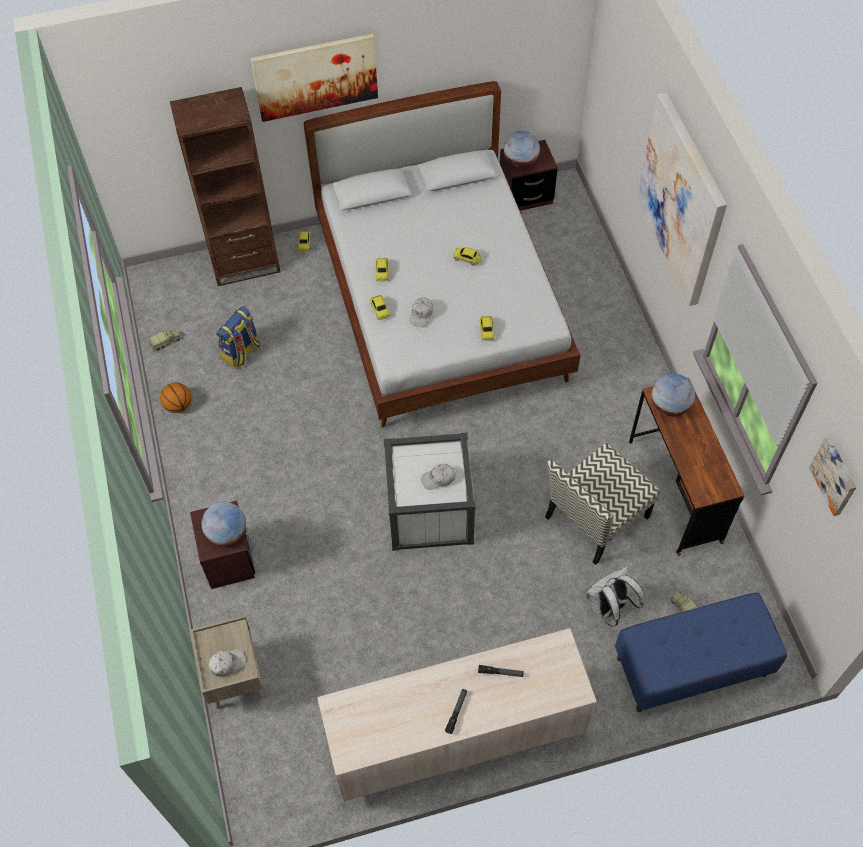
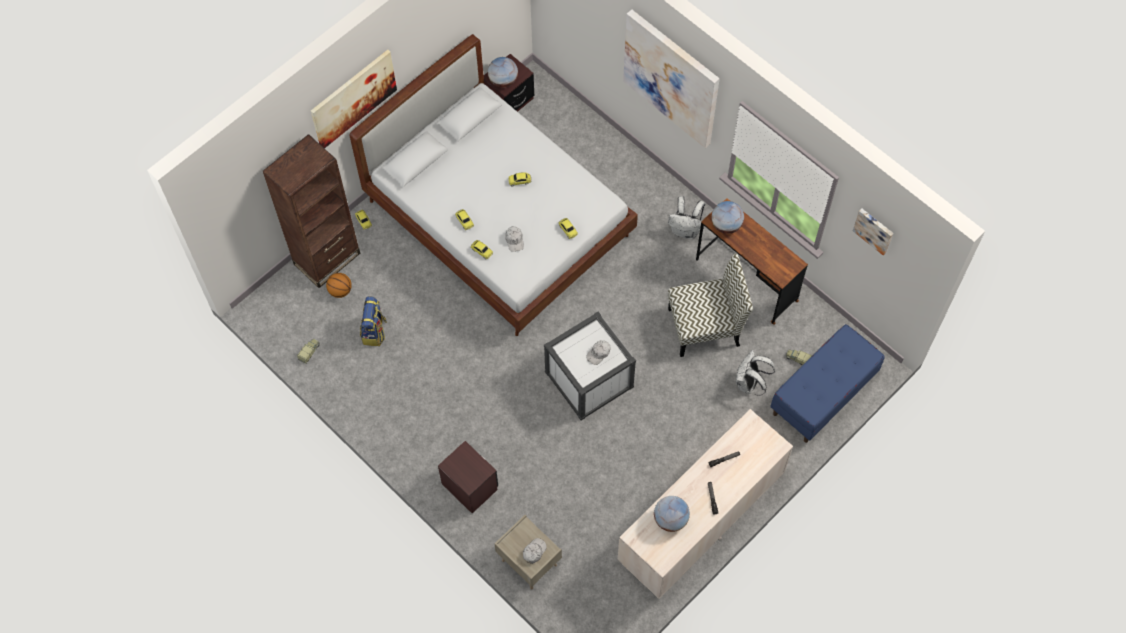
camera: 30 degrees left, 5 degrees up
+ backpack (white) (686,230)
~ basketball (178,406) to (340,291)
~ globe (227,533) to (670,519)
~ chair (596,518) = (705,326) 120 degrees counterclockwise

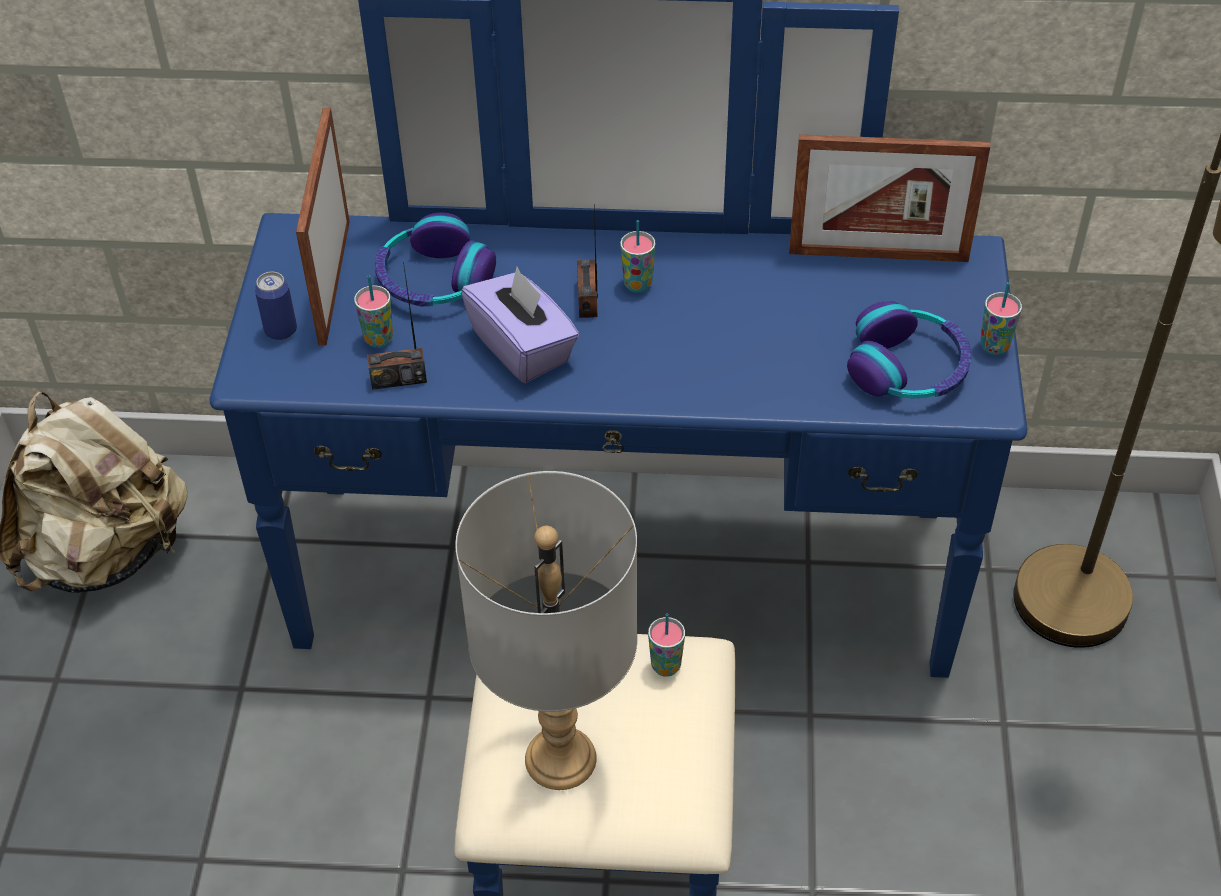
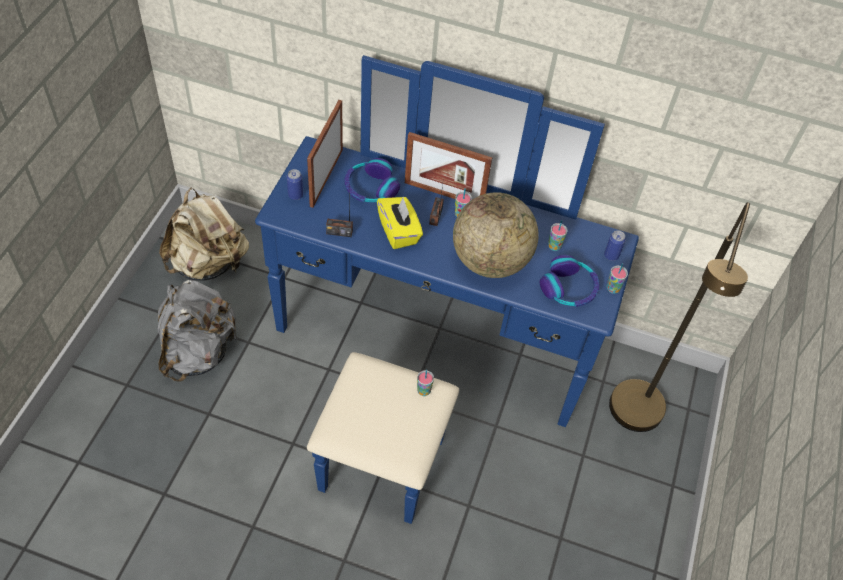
camera: 10 degrees right, 5 degrees up
- table lamp (grey) (561,759)
+ backpack (grey) (198,352)
+ globe (490,261)
+ can (611,255)
~ cup (378,339) to (554,246)
~ picture frame (878,255) to (444,194)
~ tissue box (purple) (523,348) to tissue box (yellow) (399,232)

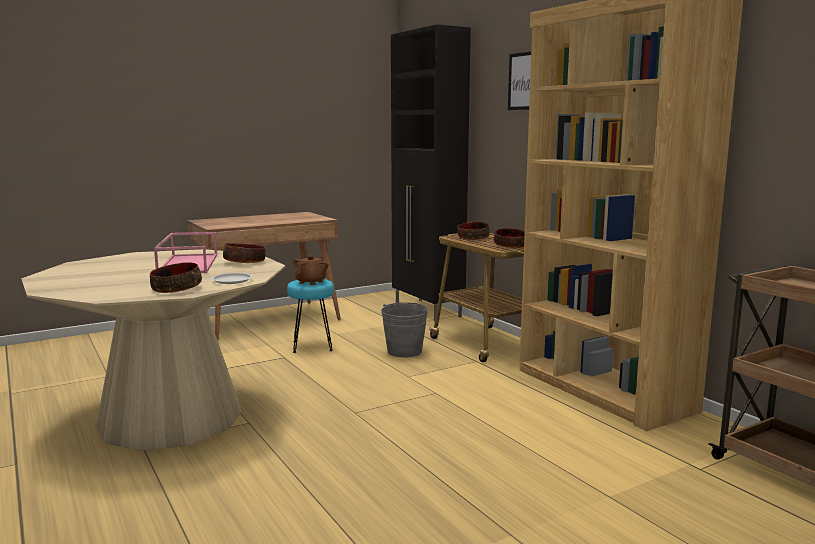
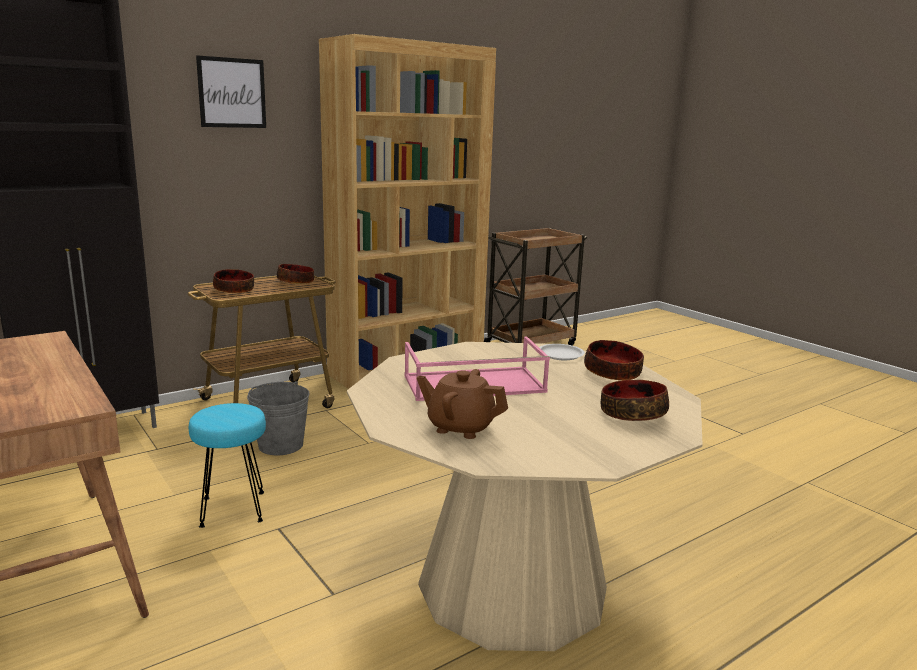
camera: 95 degrees left, 5 degrees up
~ bowl (245,262) to (633,413)
~ teapot (brown) (311,282) to (460,427)

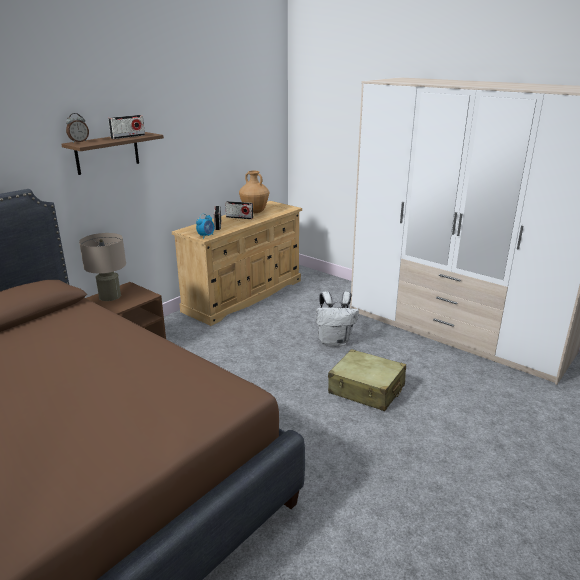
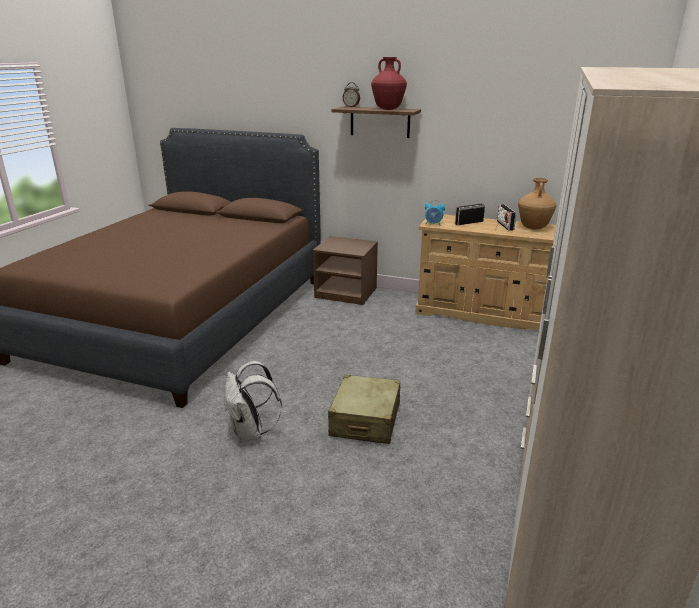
camera: 70 degrees right, 0 degrees up
- table lamp (beige) (109,296)
~ backpack (white) (334,341) to (250,433)
~ radio (128,136) to vase (red) (388,109)

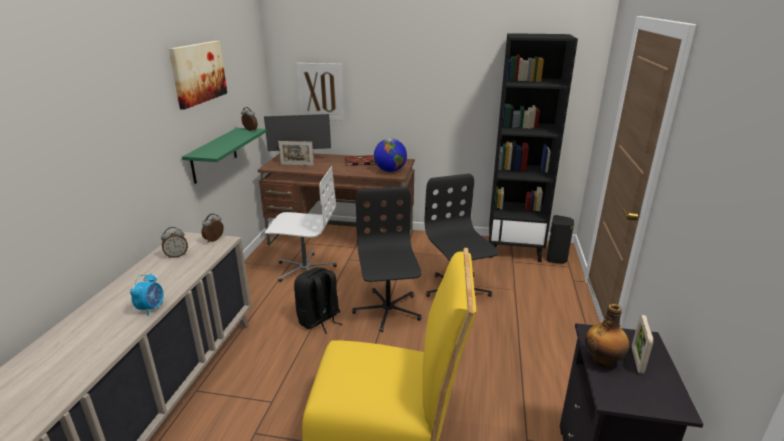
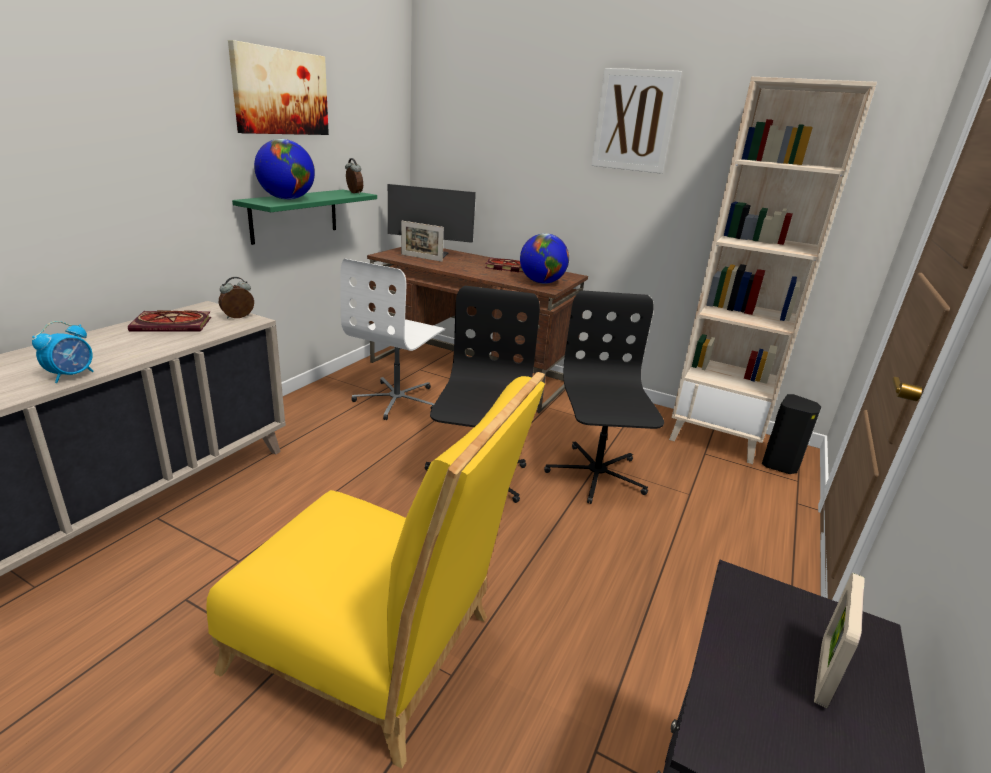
camera: 15 degrees right, 0 degrees up
- backpack (black) (319,320)
- bottle (603,360)
+ globe (287,199)
~ picture (320,92) to (634,121)
~ alarm clock (177,255) to book (174,324)
~ bookcase (black) (514,249) to bookcase (beige) (715,437)
~ office chair (white) (305,269) = (397,400) 90 degrees clockwise

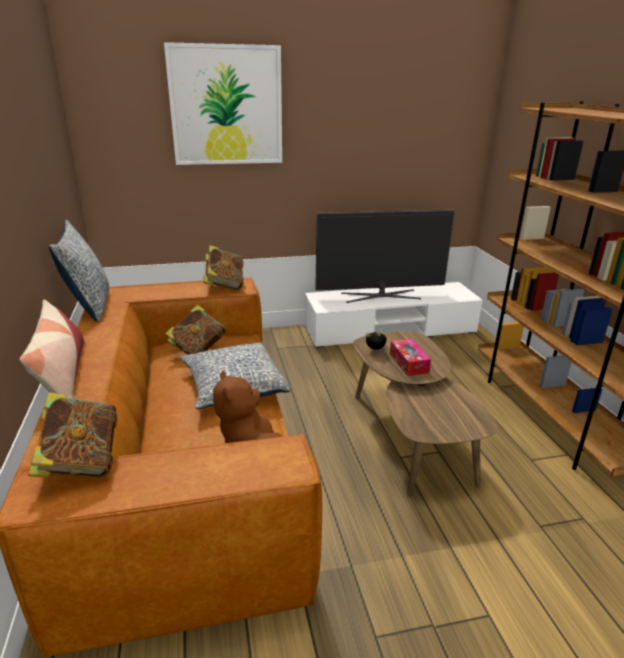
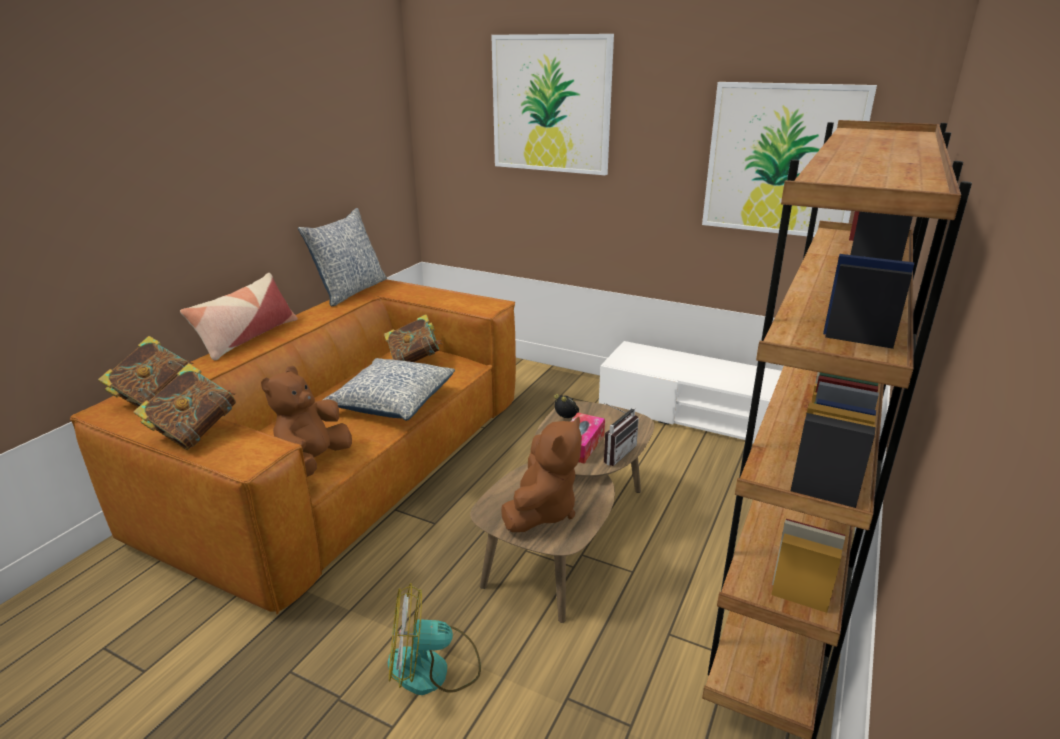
camera: 40 degrees right, 0 degrees up
- television (381,296)
+ fan (433,669)
+ plush toy (brown) (542,511)
+ radio (615,452)
+ picture (782,160)
~ book (224,285) to (195,433)

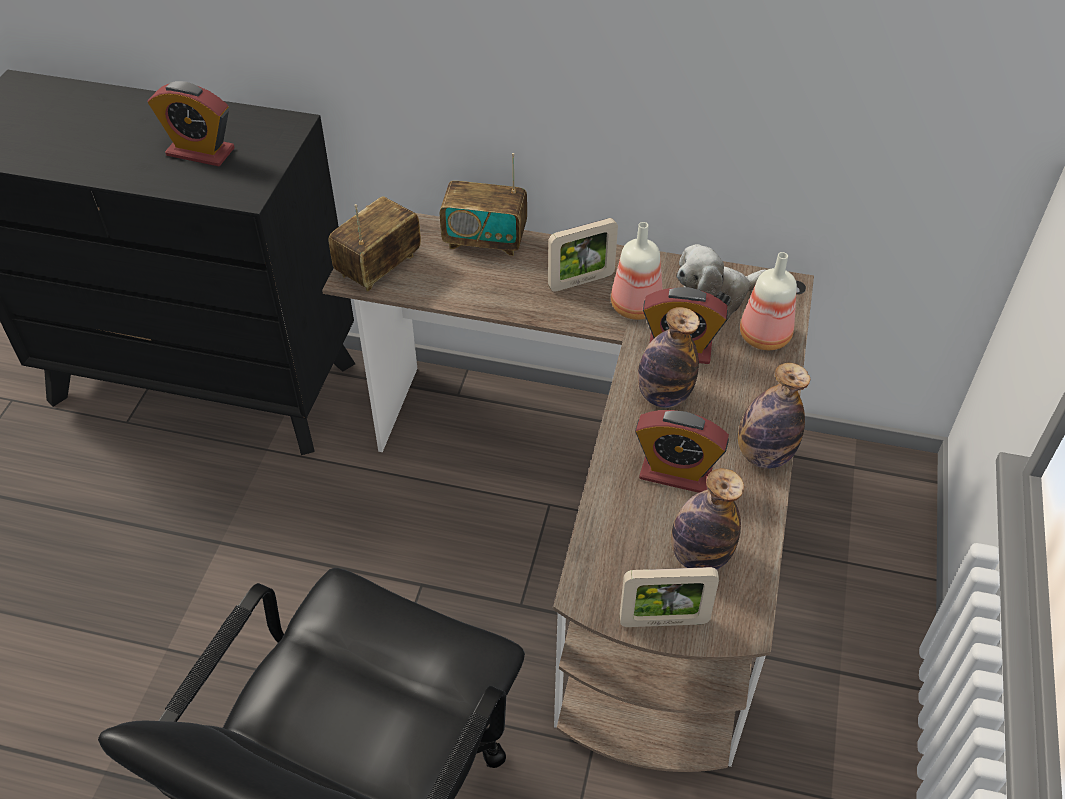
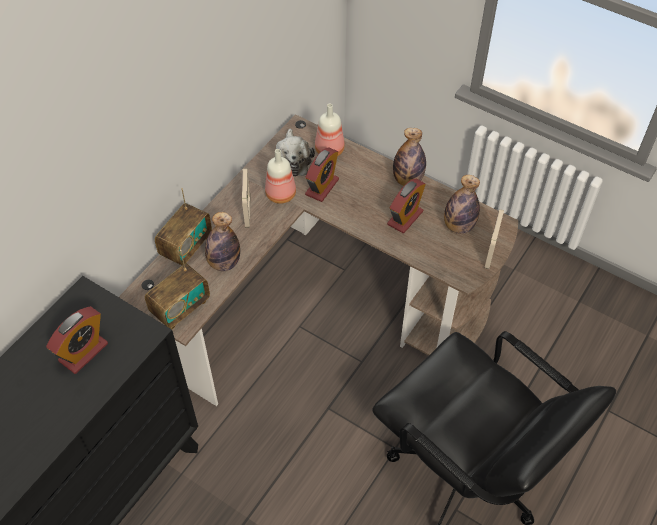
camera: 70 degrees left, 5 degrees up
~ bottle (663,396) to (224,263)
~ radio (379,267) = (180,308) 105 degrees counterclockwise

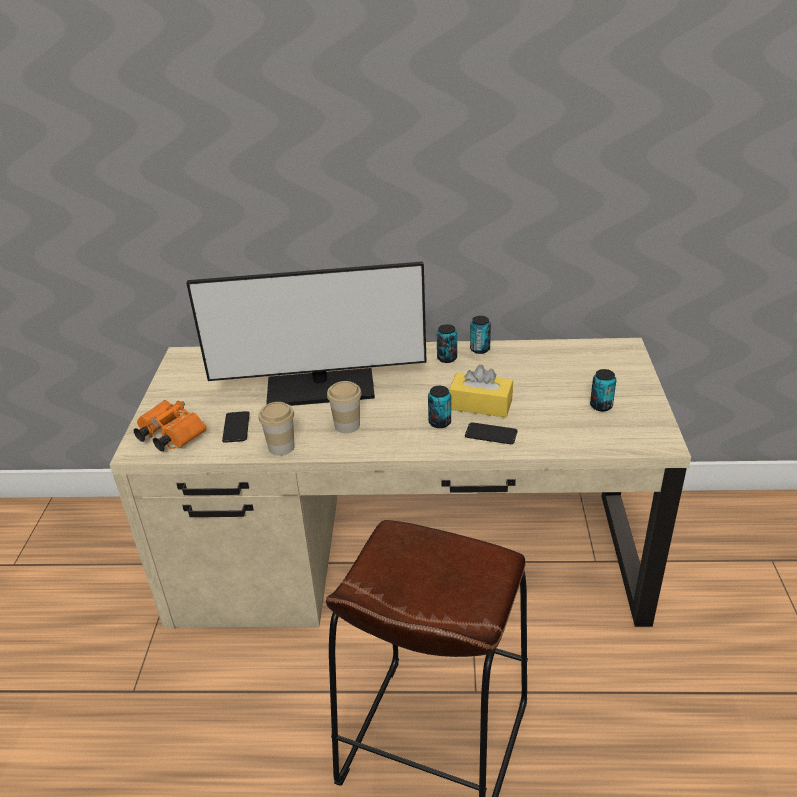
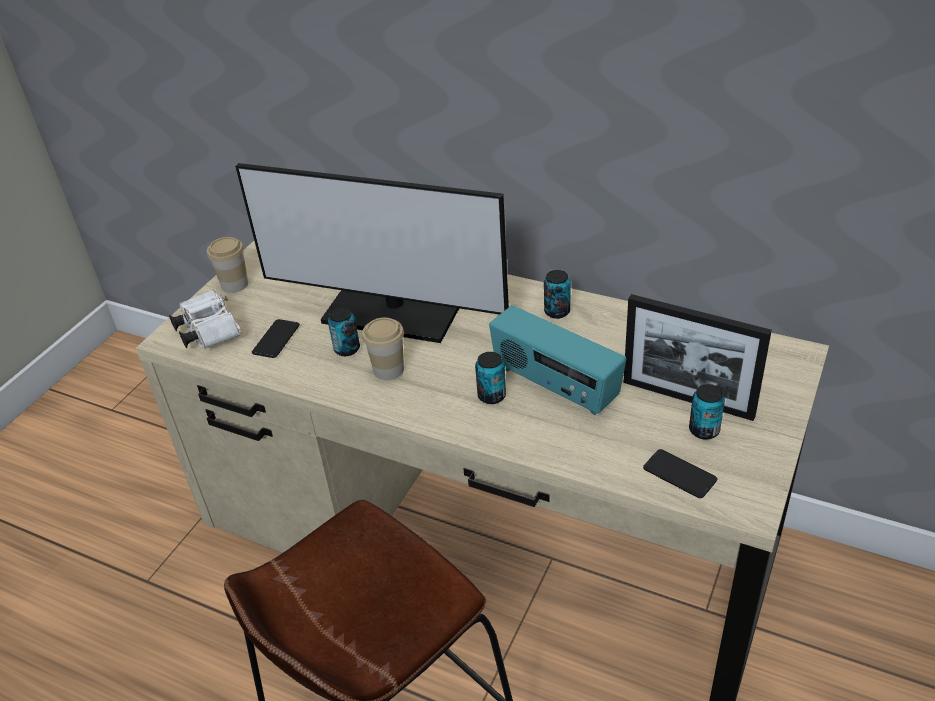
camera: 25 degrees right, 5 degrees up
+ picture frame (687,398)
~ cup (281,447) to (235,284)
~ phone (491,434) to (679,474)
~ can (480,349) to (347,349)
~ tissue box (yellow) (480,405) to radio (555,386)
~ binoculars (orange) (169,436) to binoculars (white) (208,331)

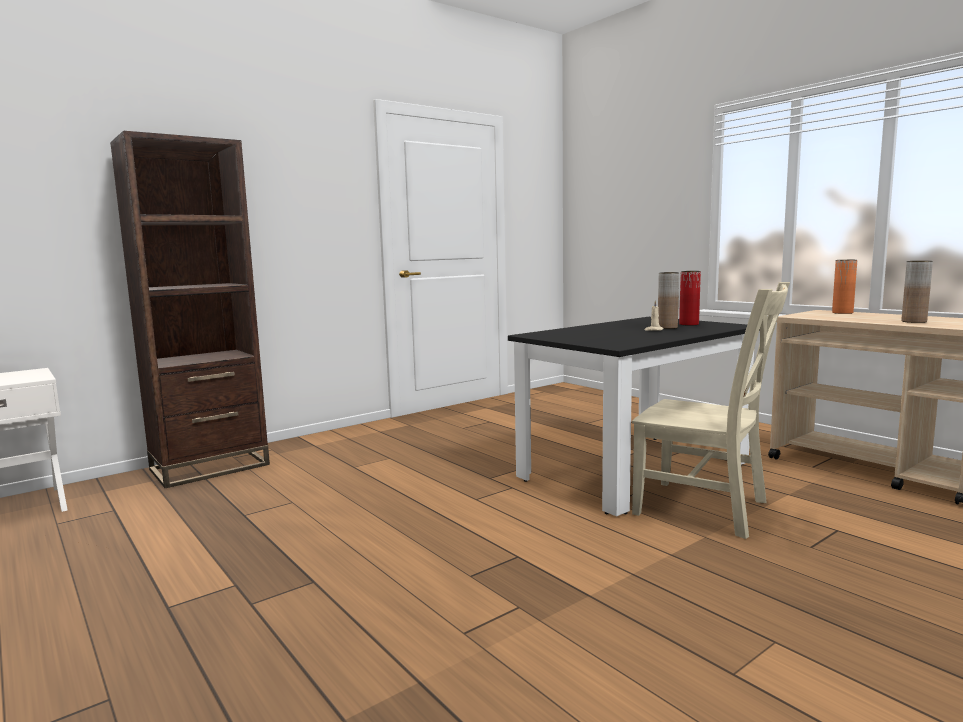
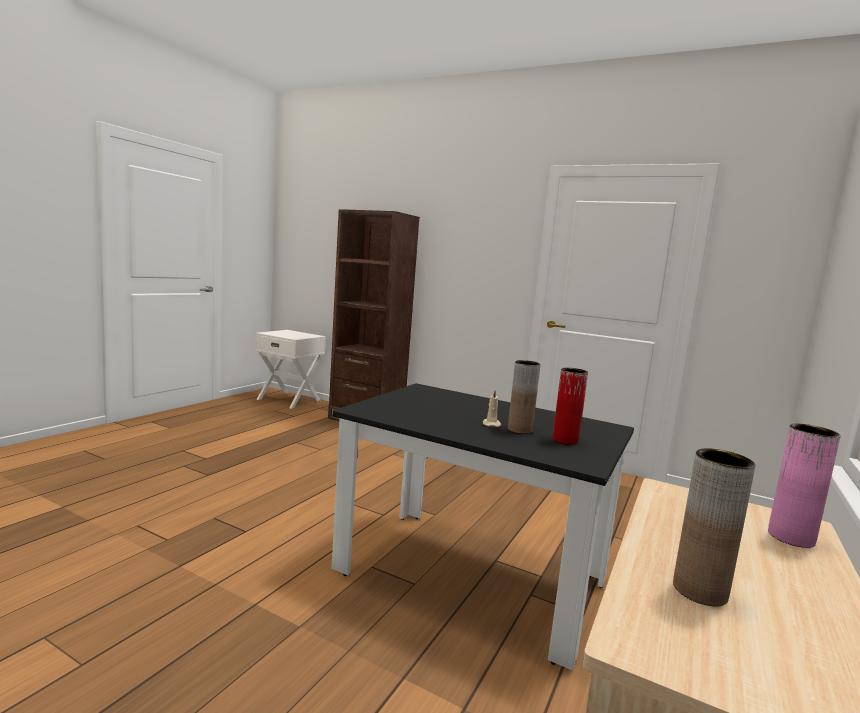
camera: 65 degrees right, 0 degrees up
- chair (beige) (706,509)
~ vase (orange) (842,313) to vase (pink) (791,537)

